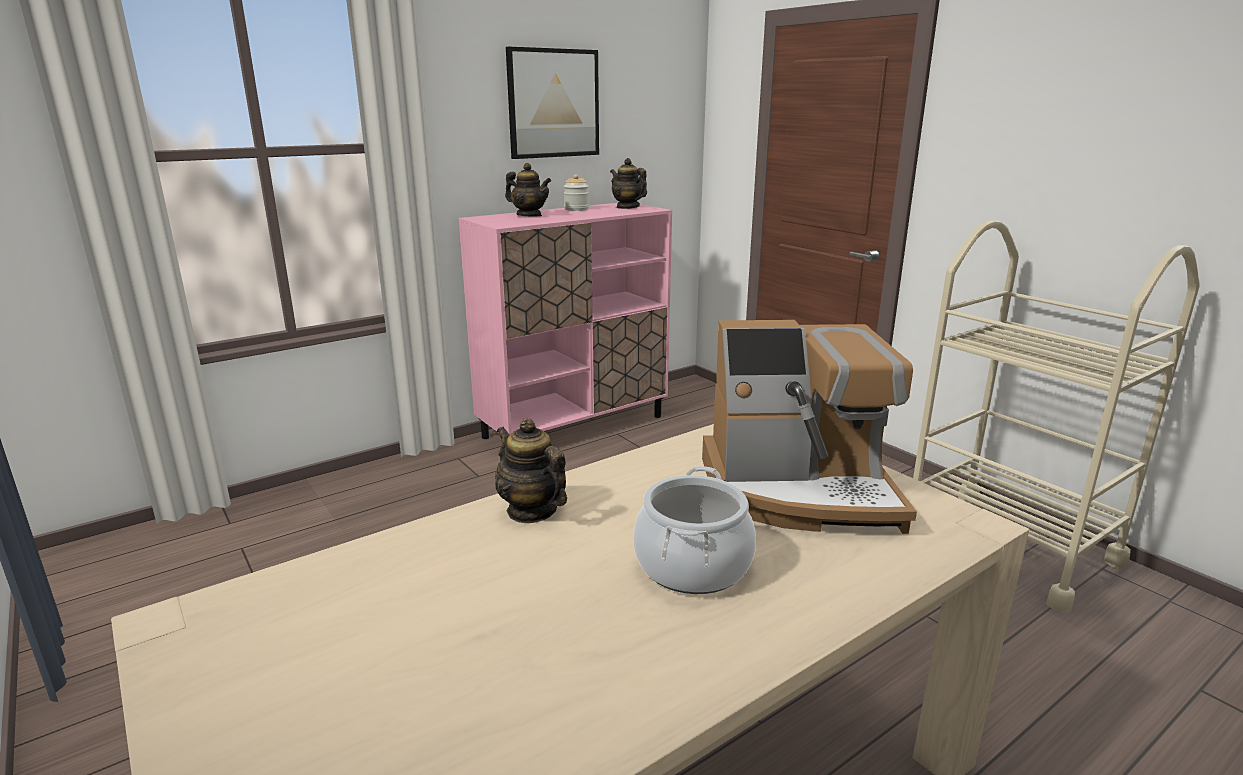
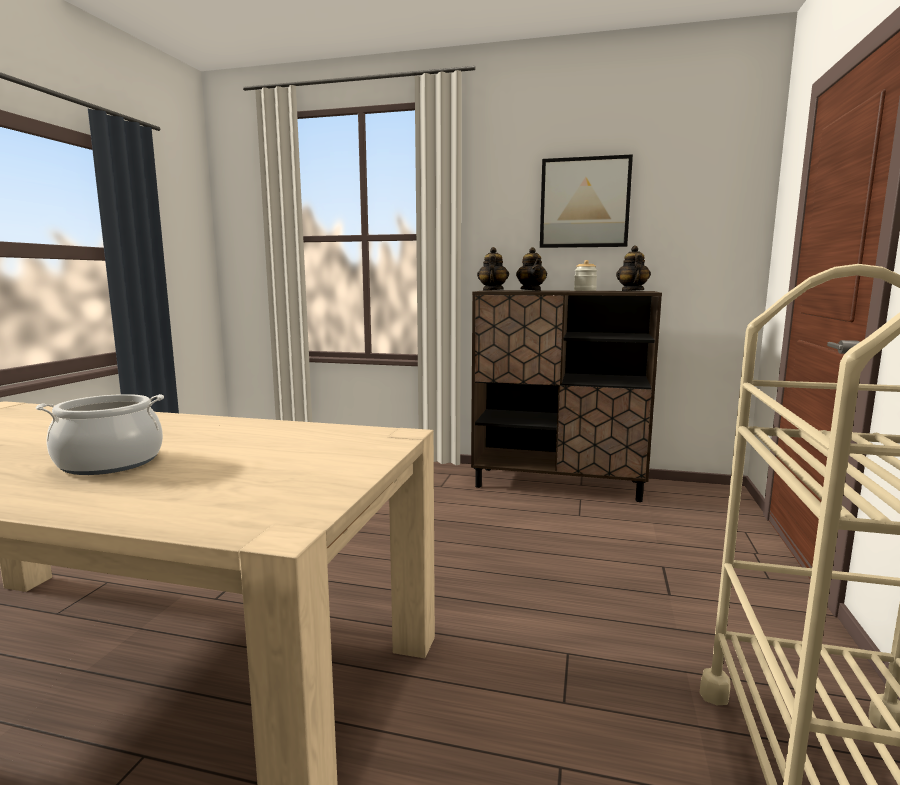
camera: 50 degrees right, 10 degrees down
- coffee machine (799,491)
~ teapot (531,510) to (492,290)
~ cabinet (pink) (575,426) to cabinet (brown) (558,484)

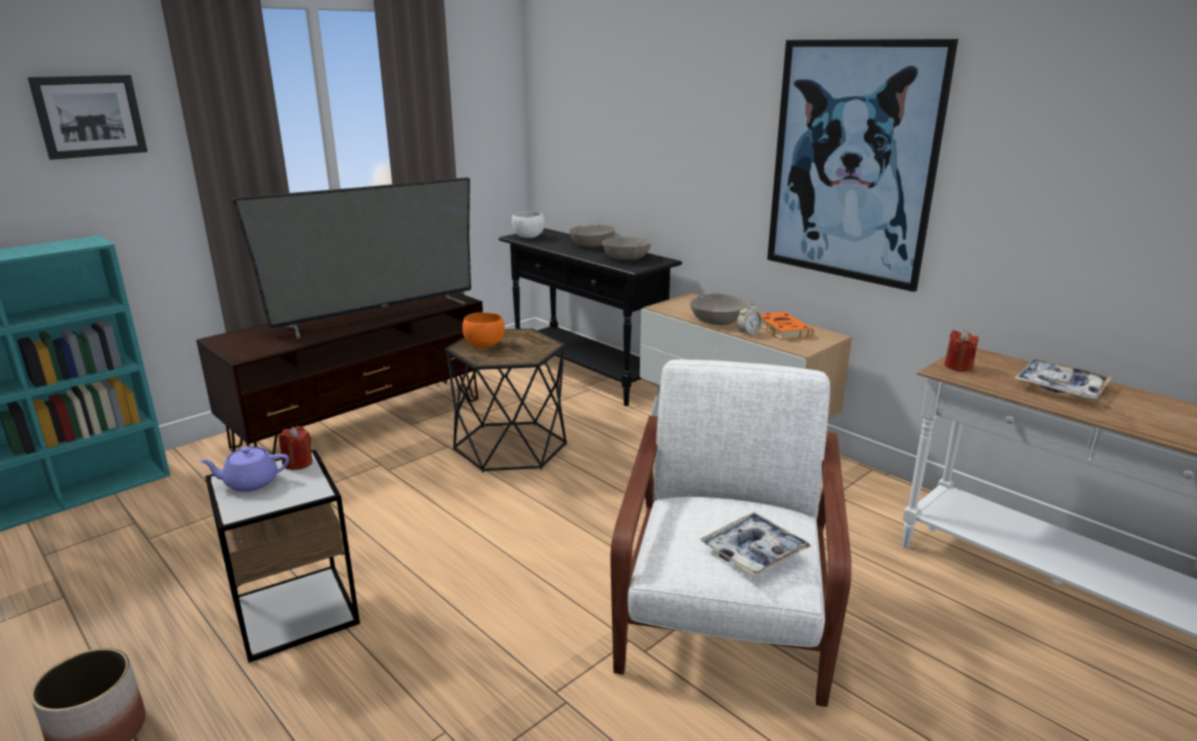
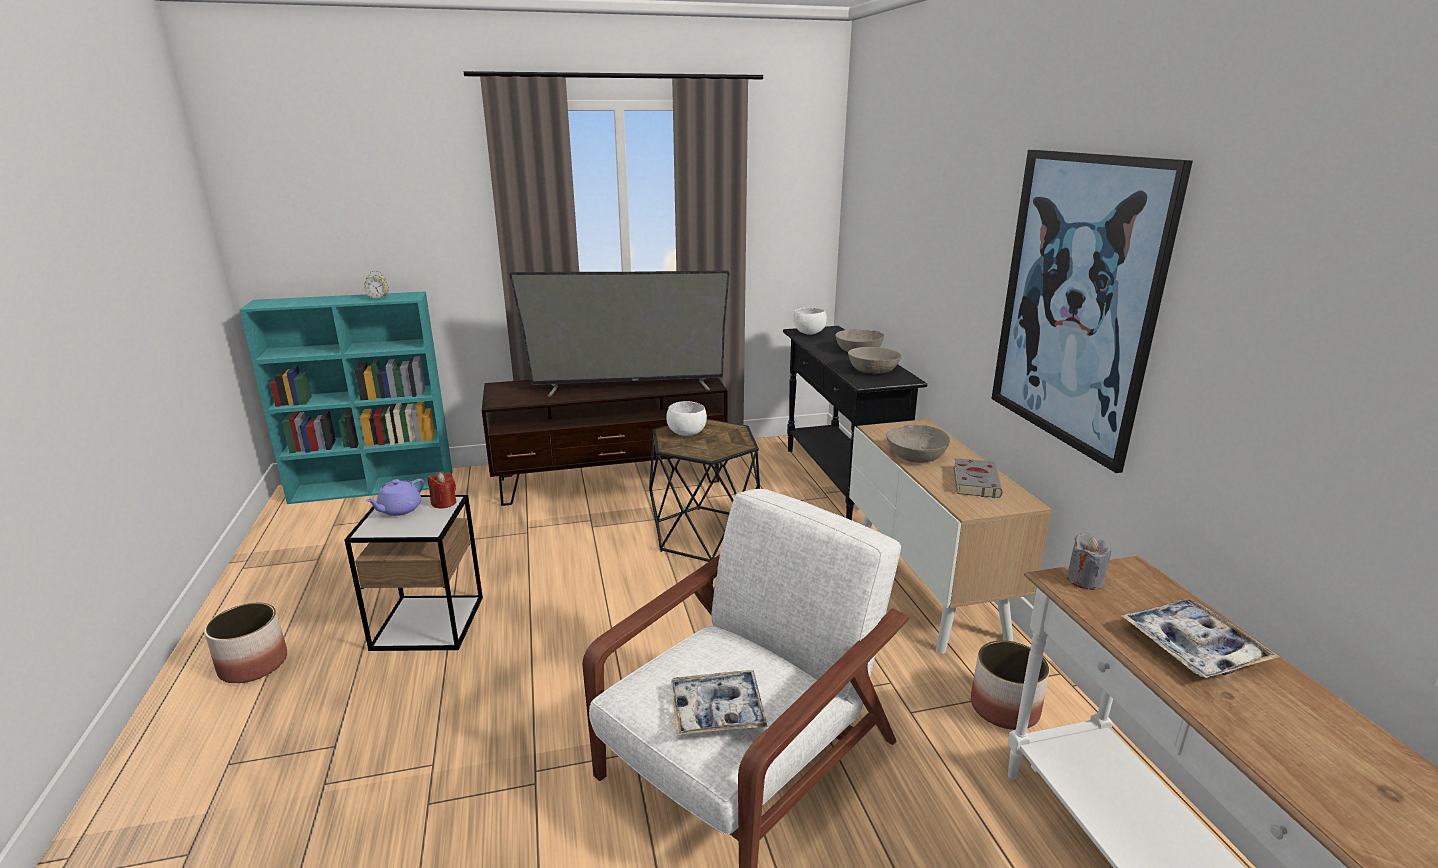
camera: 30 degrees right, 0 degrees up
- picture (89,116)
+ planter (1005,708)
~ alarm clock (748,333) to (378,298)
~ bowl (orange) (483,345) to bowl (white) (686,433)
~ book (orange) (781,329) to book (grey) (975,481)
~ candle (red) (958,366) to candle (grey) (1084,580)
~ teapot (purple) (250,483) = (399,510) 75 degrees counterclockwise

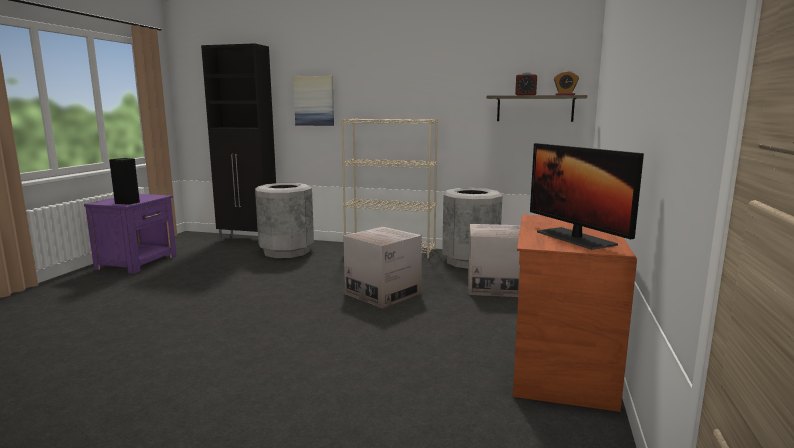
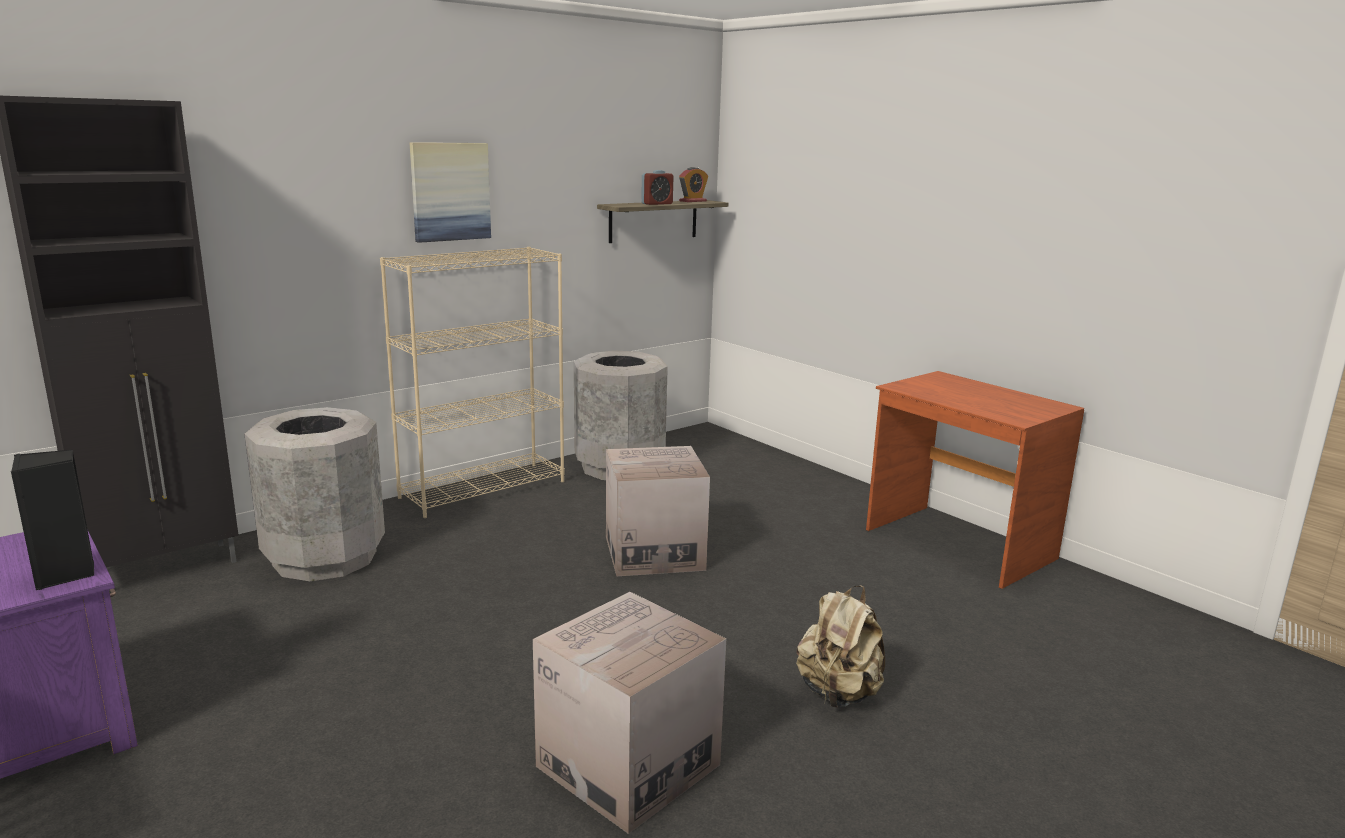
camera: 55 degrees left, 5 degrees up
- monitor (575,238)
+ backpack (beige) (839,693)
~ picture (314,101) to (450,191)
~ cardboard box (494,286) to (628,765)

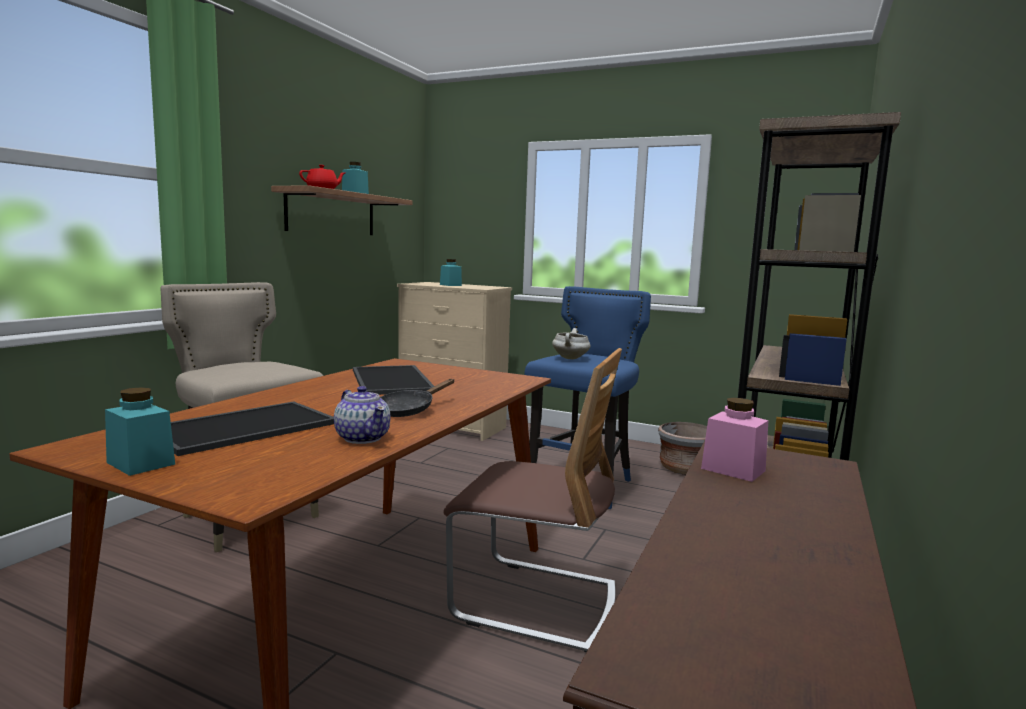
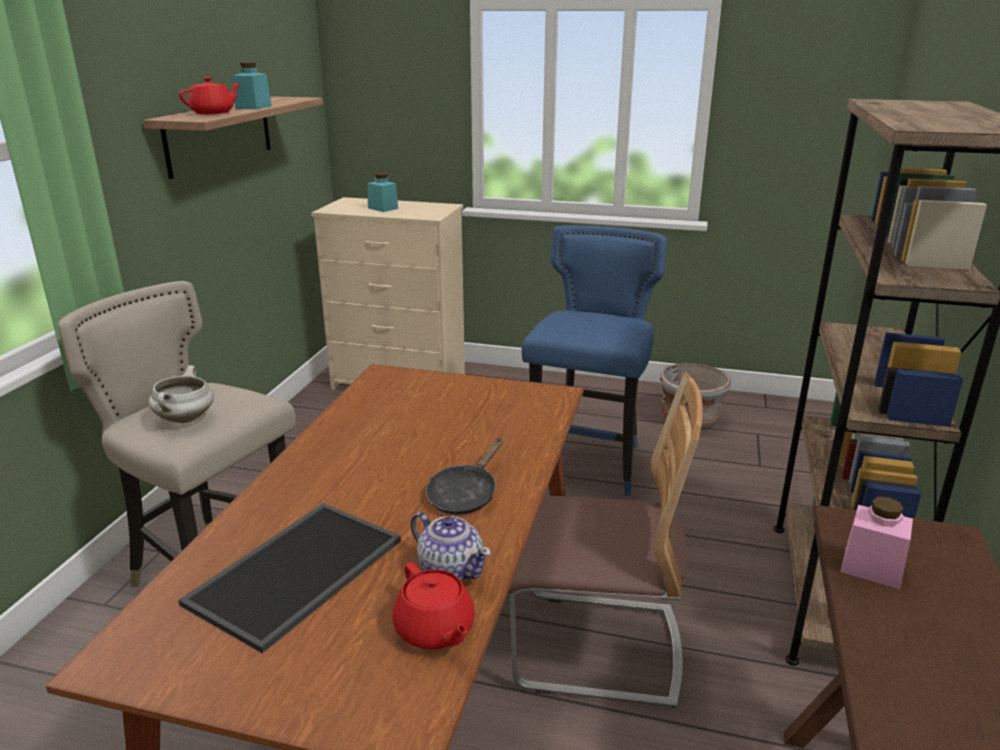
camera: 10 degrees left, 15 degrees up
- jar (turquoise) (141,463)
- tray (393,380)
+ teapot (red) (435,630)
~ cooking pot (white) (570,358) to (185,419)

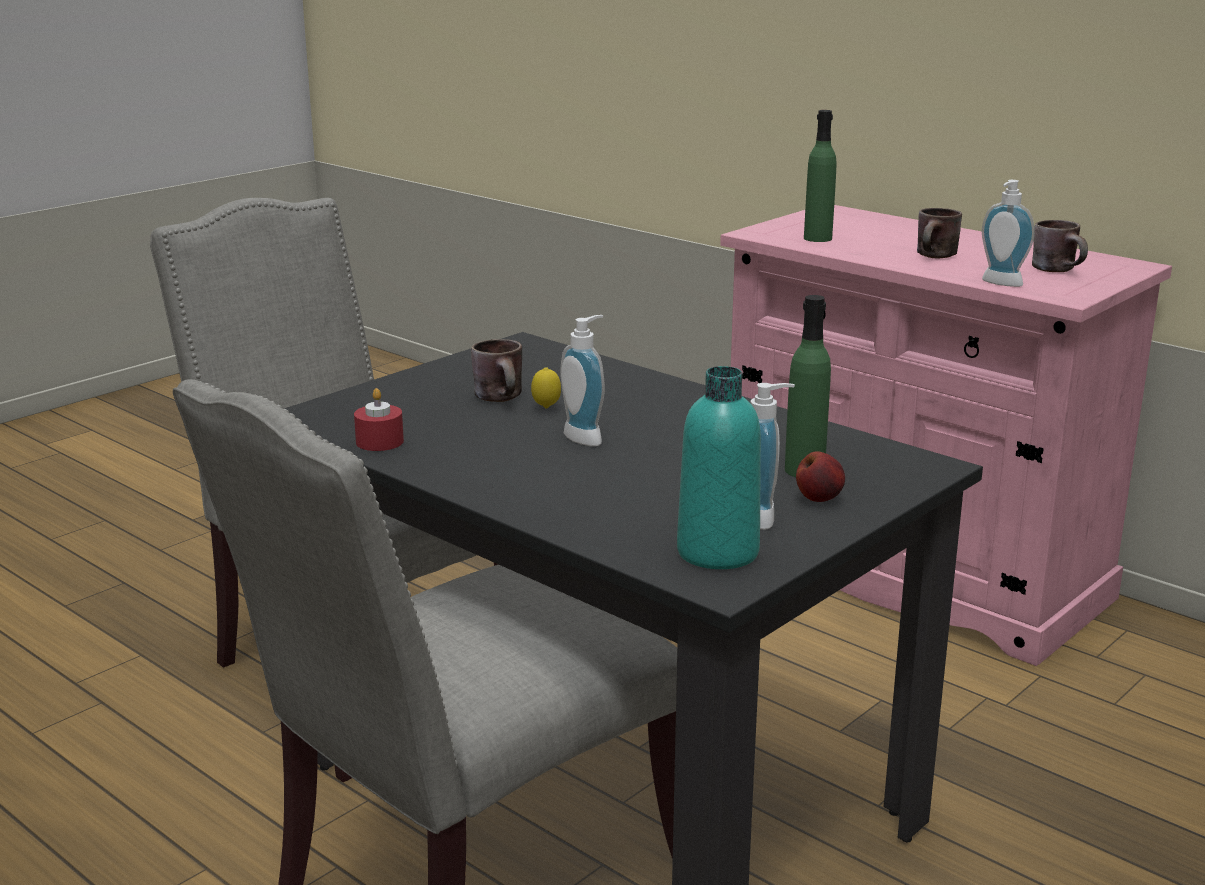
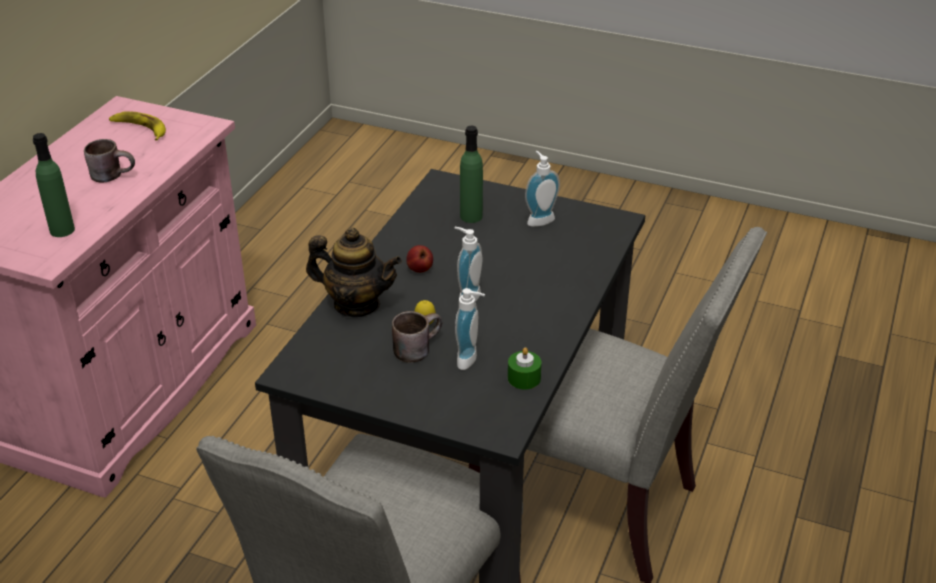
camera: 110 degrees left, 15 degrees up
- bottle (turquoise) (717,552)
+ teapot (356,304)
~ apple (819,499) to (419,269)
~ soap dispenser (1000,283) to (471,360)
~ mug (brown) (1061,270) to banana (140,129)
~ candle (red) (379,441) to candle (green) (524,378)

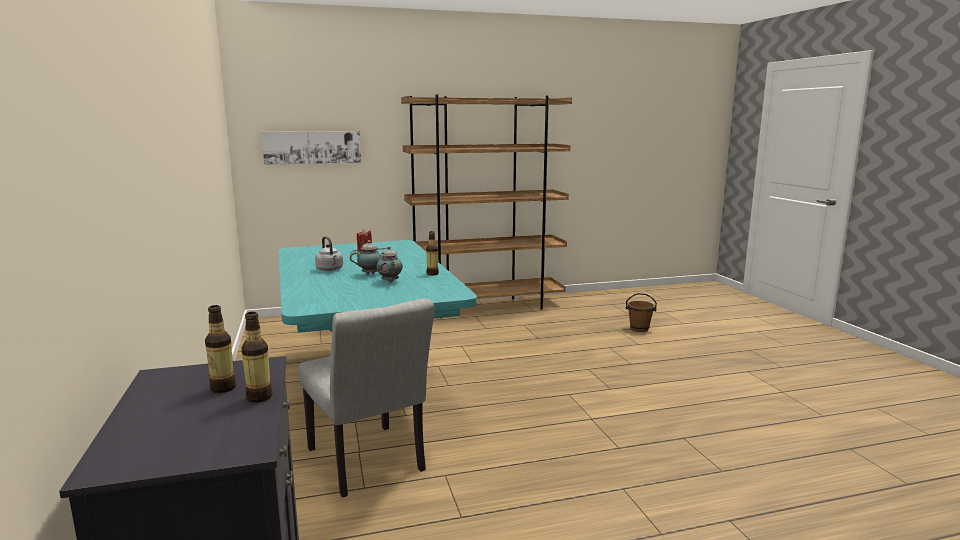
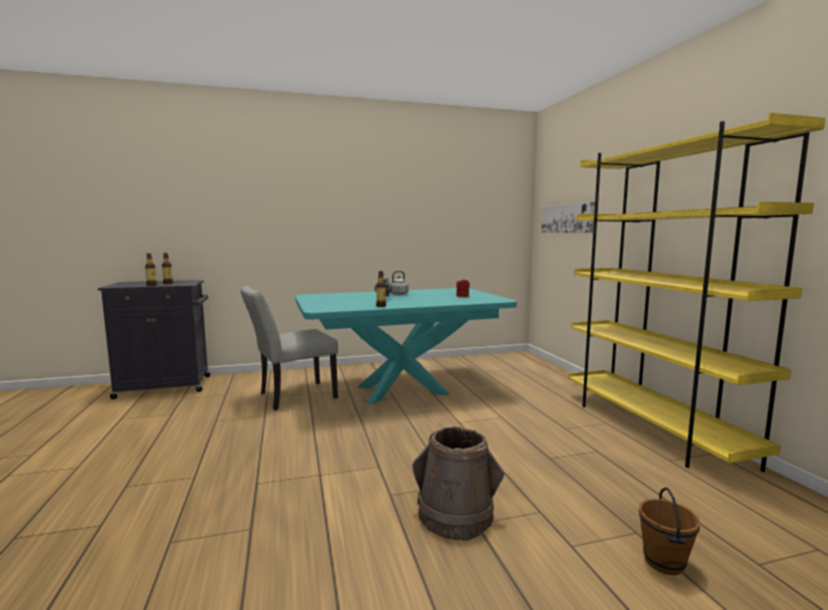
camera: 90 degrees right, 5 degrees down
- teapot (390,281)
+ bucket (brown) (455,516)
~ bookcase (brown) (486,307) to bookcase (yellow) (651,429)

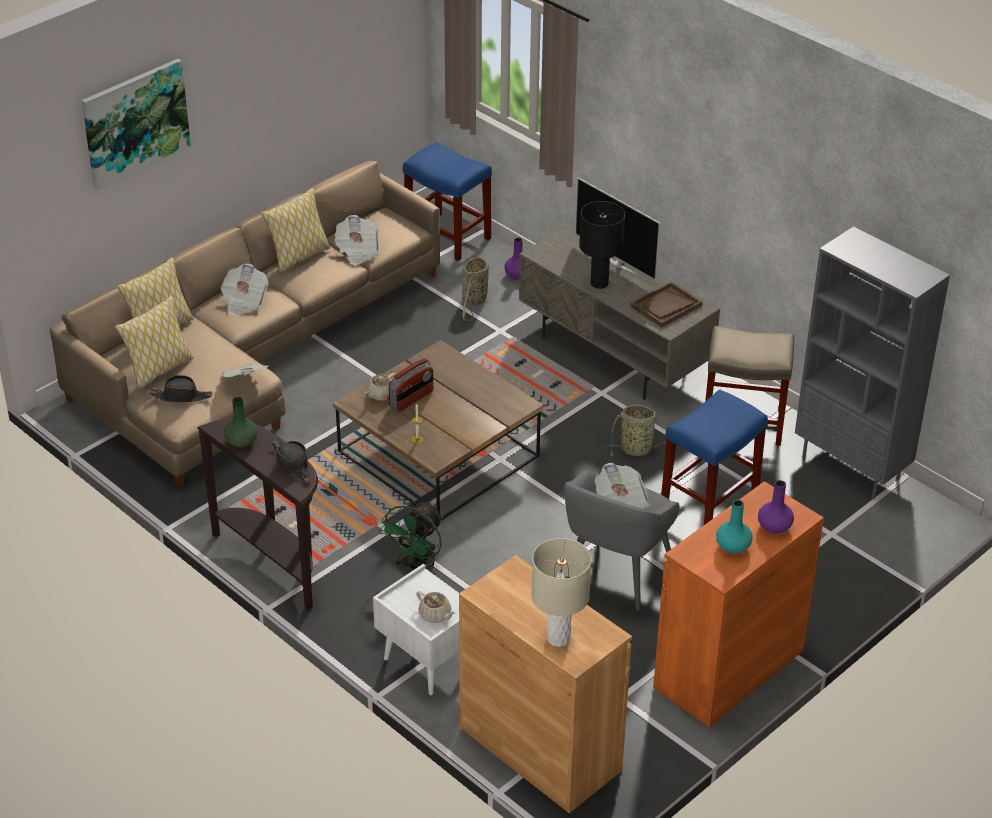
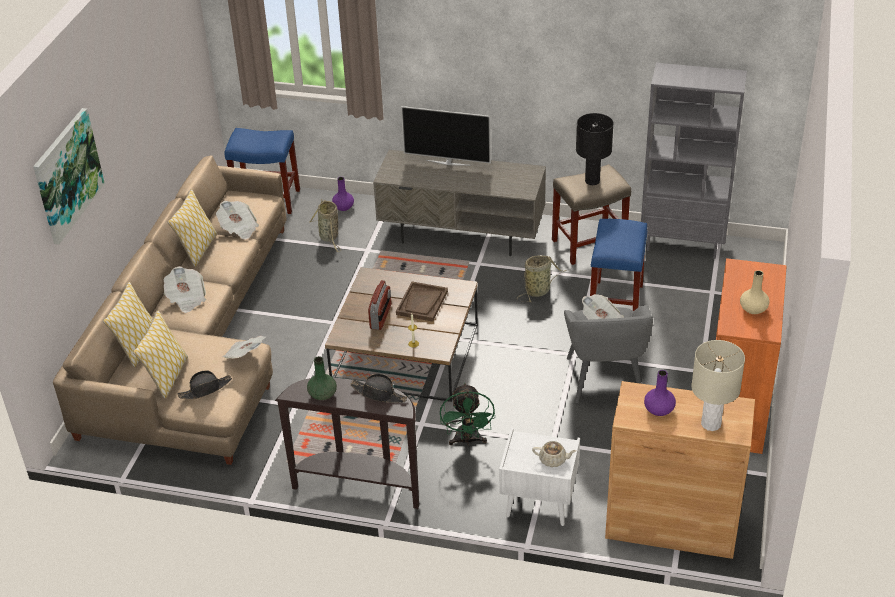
camera: 30 degrees left, 0 degrees up
- teapot (beige) (380,395)
~ table lamp (black) (599,283) to (592,181)
~ tray (brown) (666,306) to (422,303)
~ vase (purple) (774,527) to (659,410)
~ vase (turquoise) (733,547) to vase (beige) (753,309)

